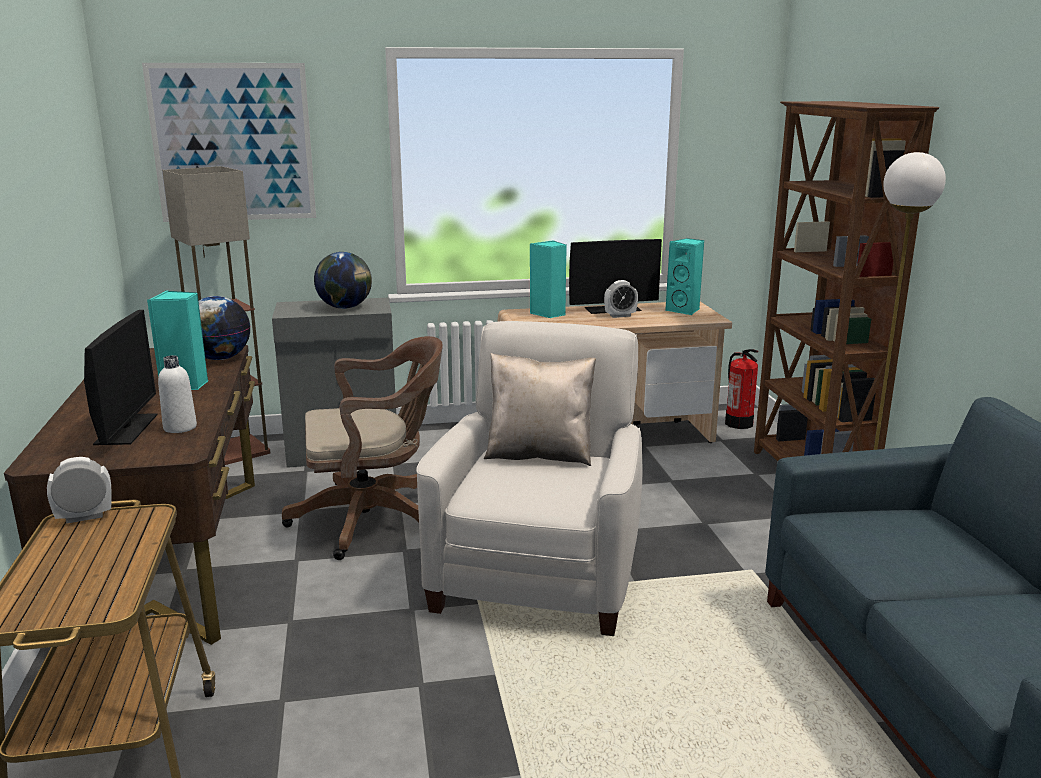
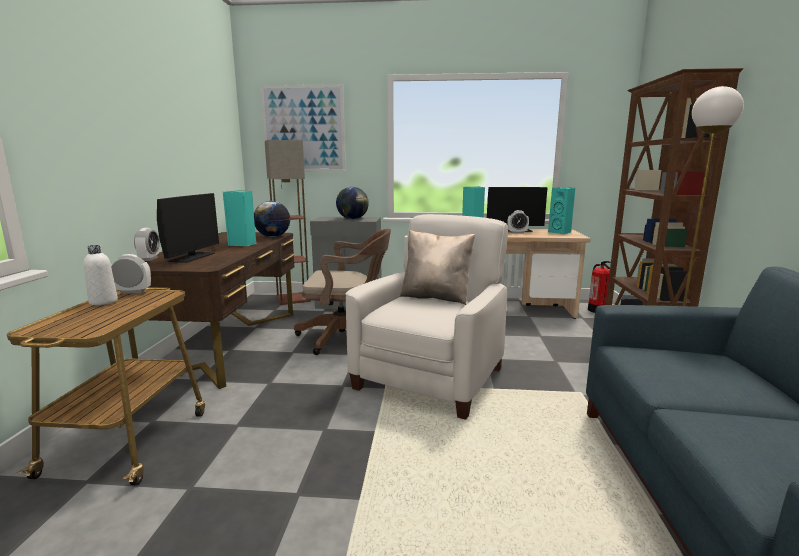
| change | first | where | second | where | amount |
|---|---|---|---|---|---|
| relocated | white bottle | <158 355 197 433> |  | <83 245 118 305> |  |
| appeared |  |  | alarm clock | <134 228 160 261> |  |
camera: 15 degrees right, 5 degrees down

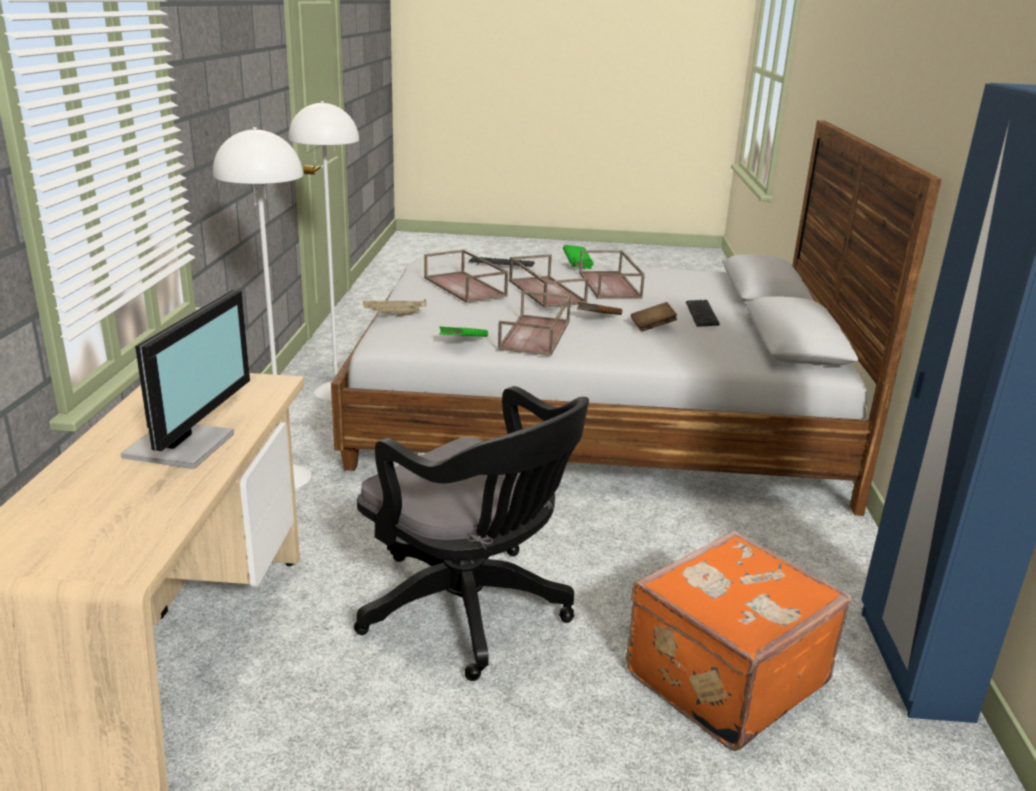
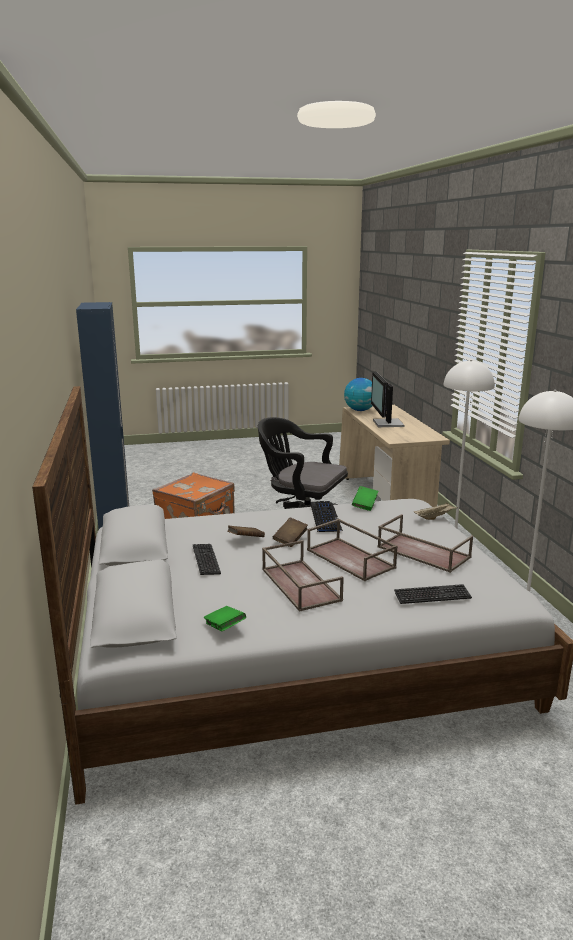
| change | first | where | second | where | amount |
|---|---|---|---|---|---|
| relocated | green book | <563 245 594 269> |  | <204 606 246 631> |  |
| exchanged | brown tray | <498 291 571 356> | keyboard | <310 501 343 532> |  |
| appeared |  |  | globe | <344 378 372 411> |  |
camera: 165 degrees right, 5 degrees down

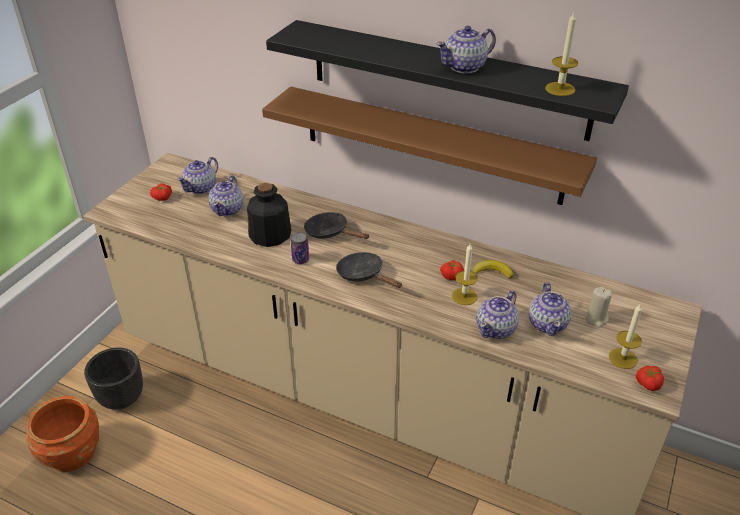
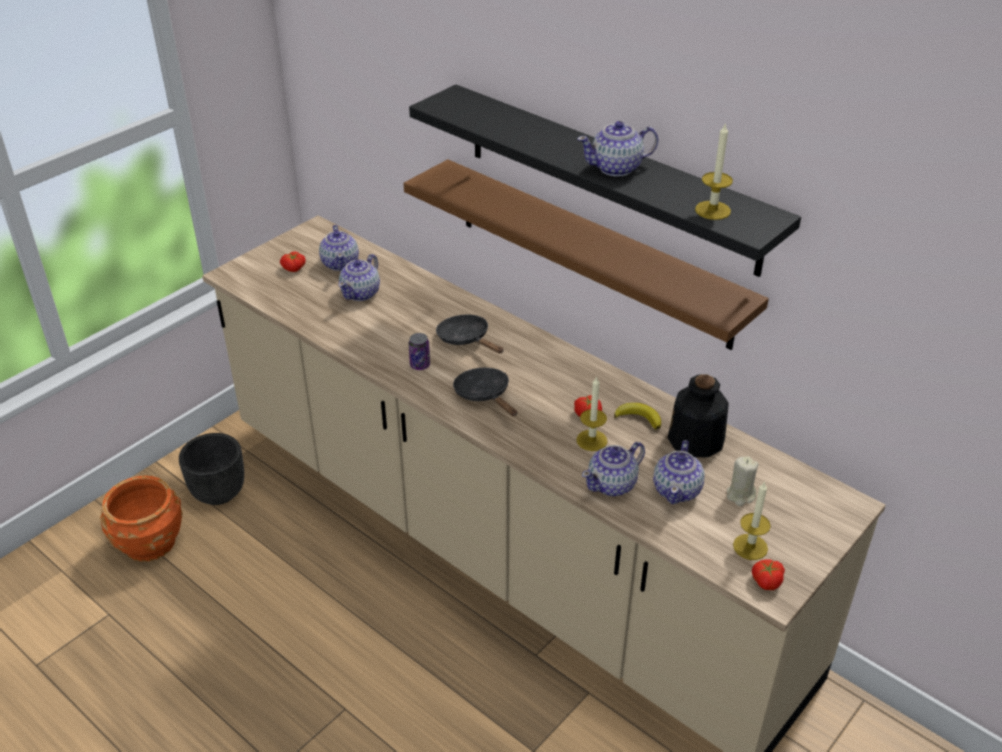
| change | first | where | second | where | amount |
|---|---|---|---|---|---|
| spun | teapot | <177 157 218 194> |  | <319 225 359 271> | 60 degrees counterclockwise |
| relocated | bottle | <247 183 291 247> |  | <668 374 729 457> |  |
camera: 15 degrees right, 0 degrees up

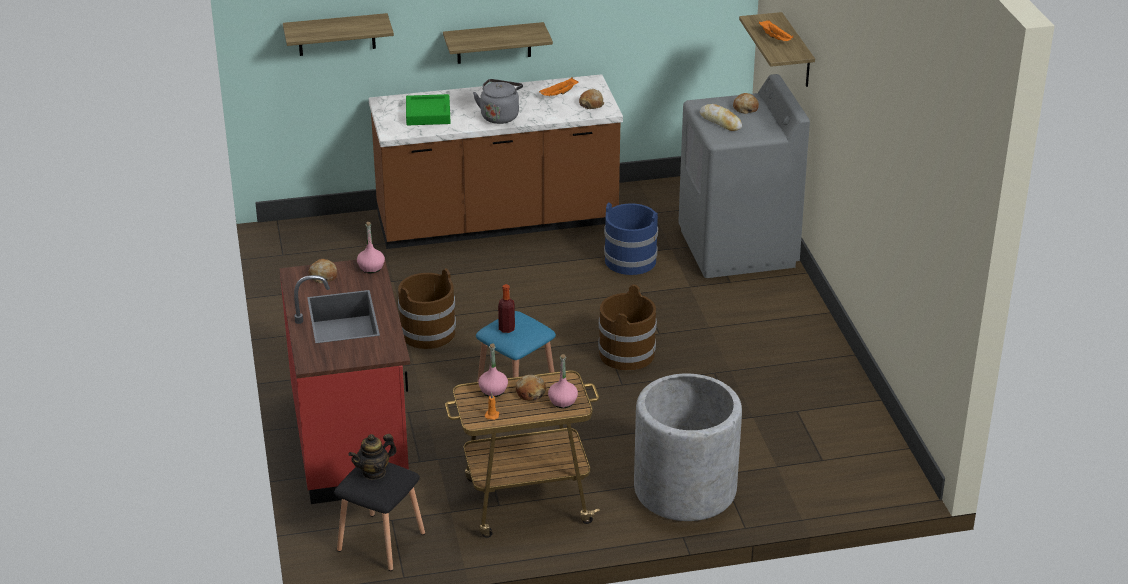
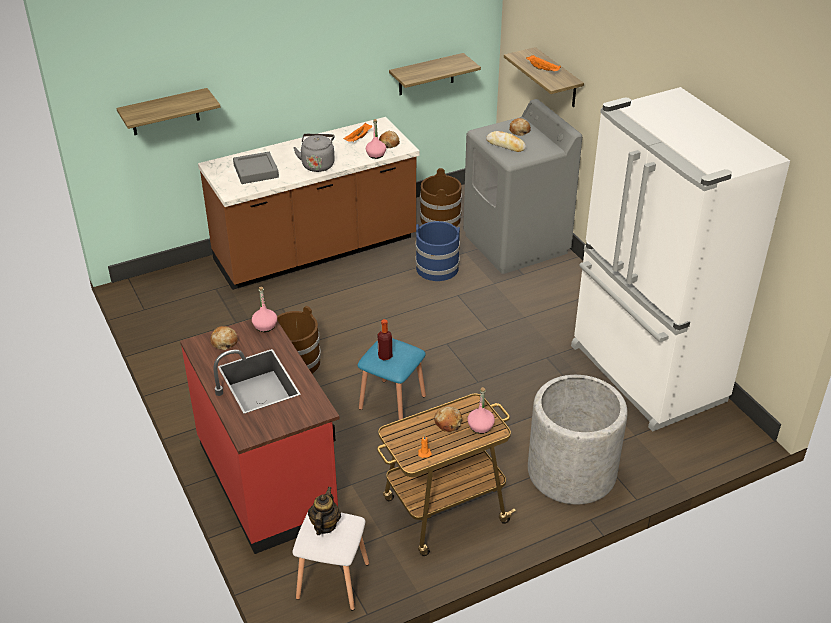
| change | first | where | second | where | amount |
|---|---|---|---|---|---|
| colour | green tray | <406 94 451 125> | grey tray | <233 152 279 184> |  |
| colour | black stool | <334 462 425 571> | white stool | <292 513 369 611> |  |
| spun | teapot | <348 434 397 480> |  | <308 487 341 535> | 150 degrees clockwise |
| relocated | pink bottle | <478 344 508 397> |  | <366 119 386 159> |  |
| relocated | shelf | <443 22 553 64> |  | <389 53 481 95> |  |
| relocated | brown bucket | <598 284 657 371> |  | <420 168 462 227> |  |
| appeared |  |  | white fridge | <571 87 790 432> |  |
camera: 15 degrees left, 5 degrees up

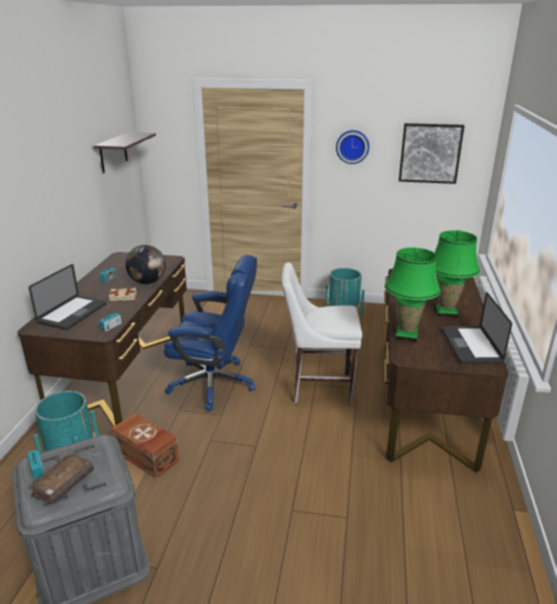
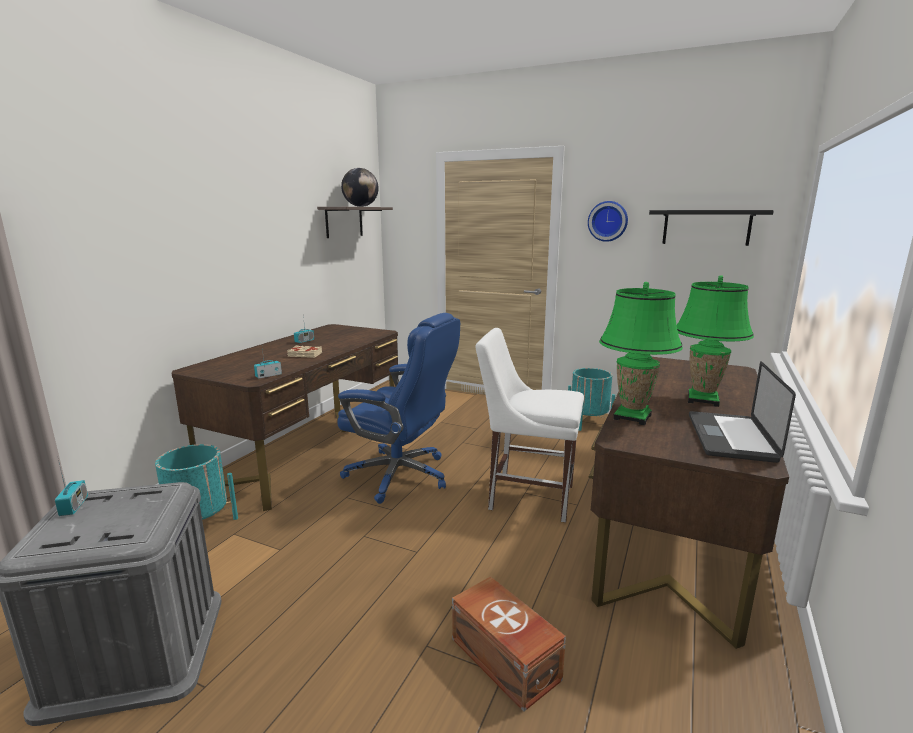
| change | first | where | second | where | amount |
|---|---|---|---|---|---|
| relocated | globe | <126 245 166 284> |  | <341 168 379 207> |  |
| relocated | brown storage box | <111 413 179 478> |  | <452 576 566 712> |  |
| exchanged | picture | <399 123 465 184> | black shelf | <649 210 774 246> |  |
| missing | brown book | <27 453 94 504> |  |  |  |
| missing | laptop | <29 264 106 330> |  |  |  |
camera: 15 degrees right, 10 degrees down

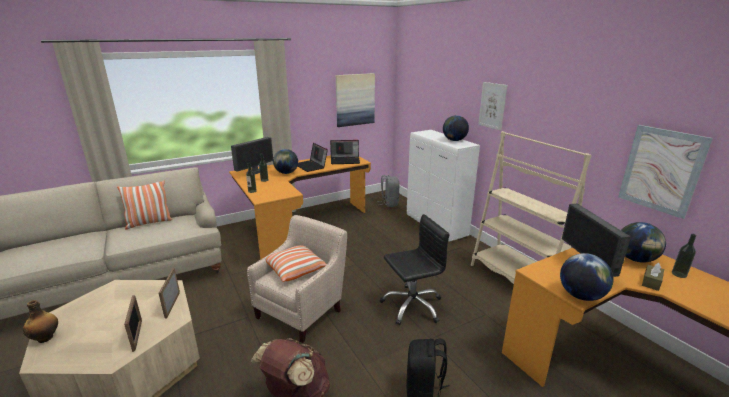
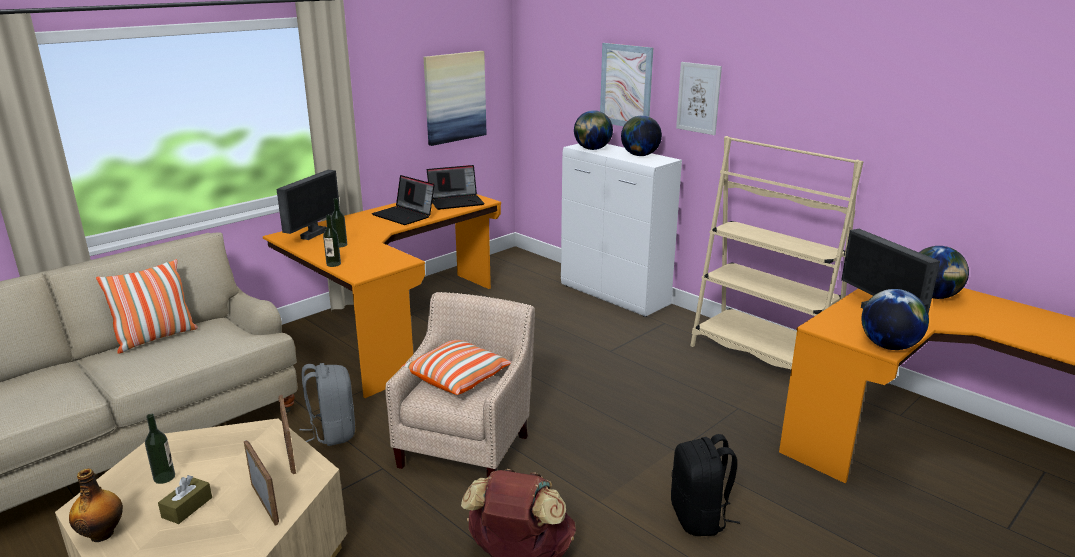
| change | first | where | second | where | amount |
|---|---|---|---|---|---|
| relocated | bottle | <672 234 697 278> |  | <145 414 175 484> |  |
| relocated | brown tissue box | <642 263 664 291> |  | <158 475 212 524> |  |
| relocated | grey backpack | <378 175 400 207> |  | <300 363 355 446> |  |
| relocated | globe | <273 149 298 174> |  | <574 110 613 150> |  |
| relocated | picture | <618 125 713 219> |  | <600 43 653 126> |  |
| missing | black office chair | <380 214 450 325> |  |  |  |
camera: 15 degrees left, 0 degrees up

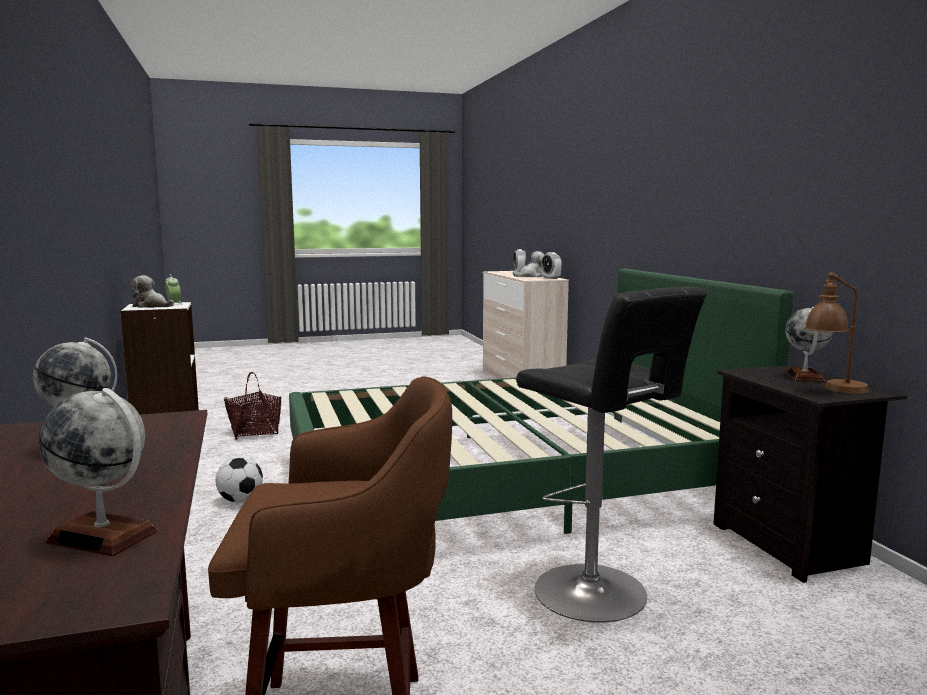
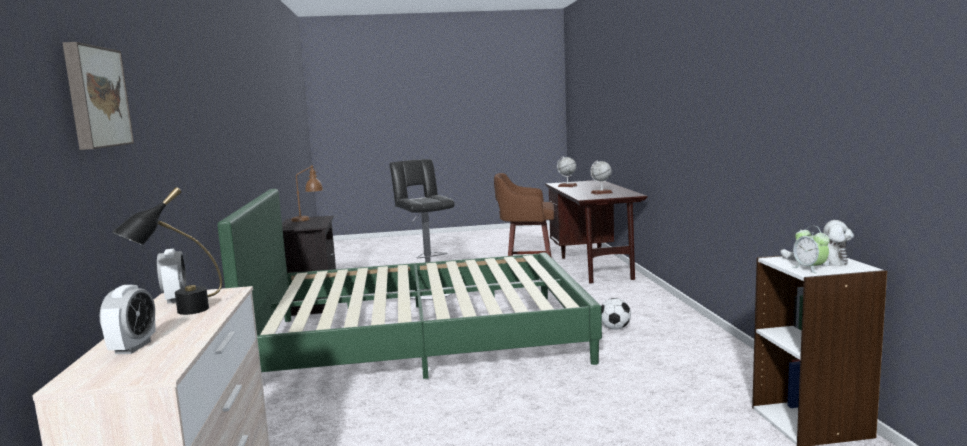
| change | first | where | second | where | amount |
|---|---|---|---|---|---|
| appeared |  |  | picture | <63 42 134 150> |  |
| exchanged | plush toy | <513 251 544 277> | black table lamp | <112 187 222 315> |  |
| missing | basket | <224 372 281 440> |  |  |  |
| missing | globe | <785 307 833 382> |  |  |  |
camera: 170 degrees left, 0 degrees up

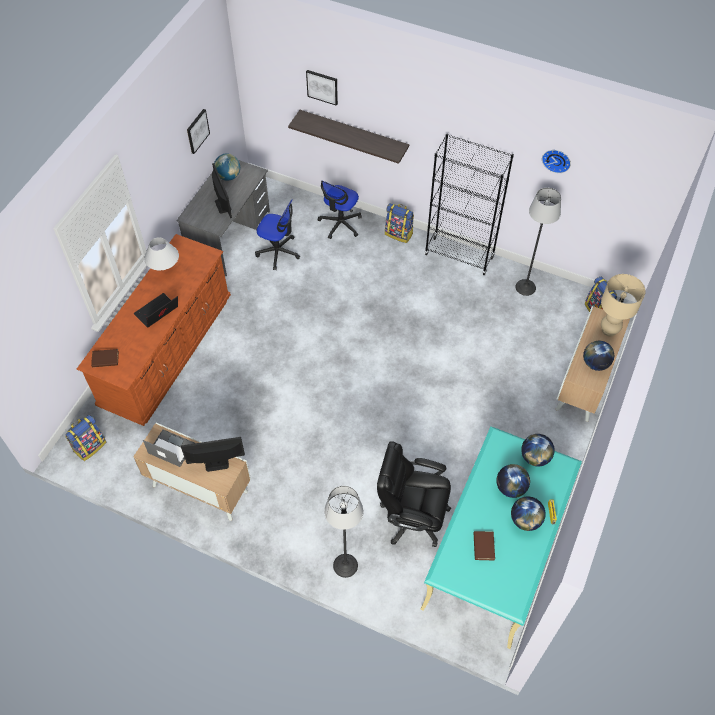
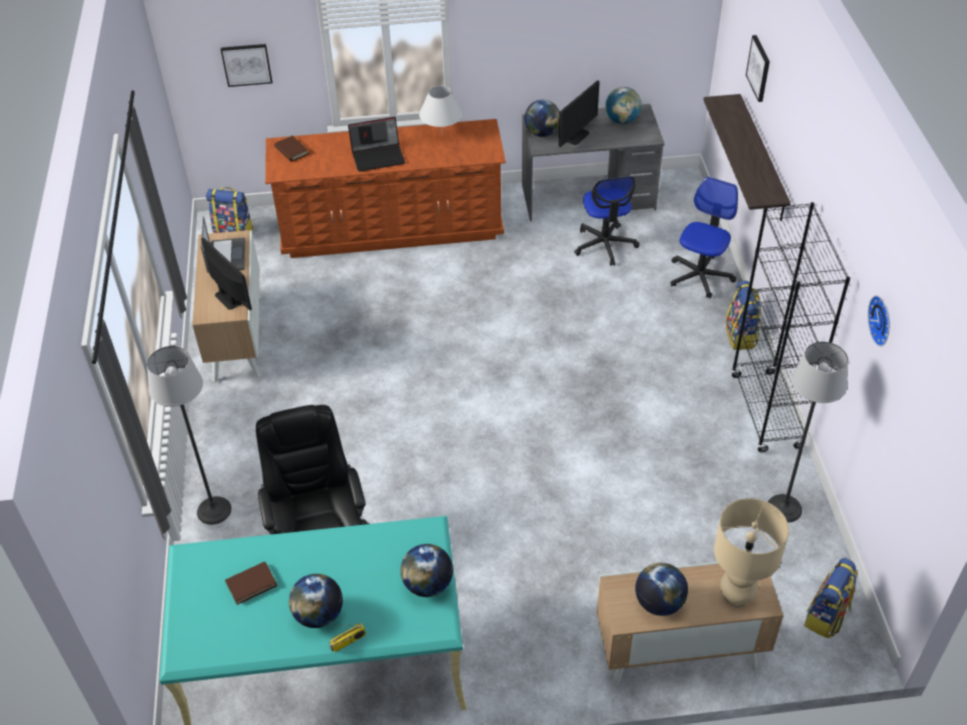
| change | first | where | second | where | amount |
|---|---|---|---|---|---|
| relocated | picture | <187 109 210 154> |  | <221 44 272 87> |  |
| spun | laptop | <134 293 178 327> |  | <348 117 405 172> | 150 degrees clockwise |
| relocated | globe | <496 464 530 498> |  | <525 100 560 137> |  |
| spun | office chair | <317 180 362 239> |  | <671 177 738 298> | 120 degrees clockwise |
camera: 60 degrees right, 10 degrees down

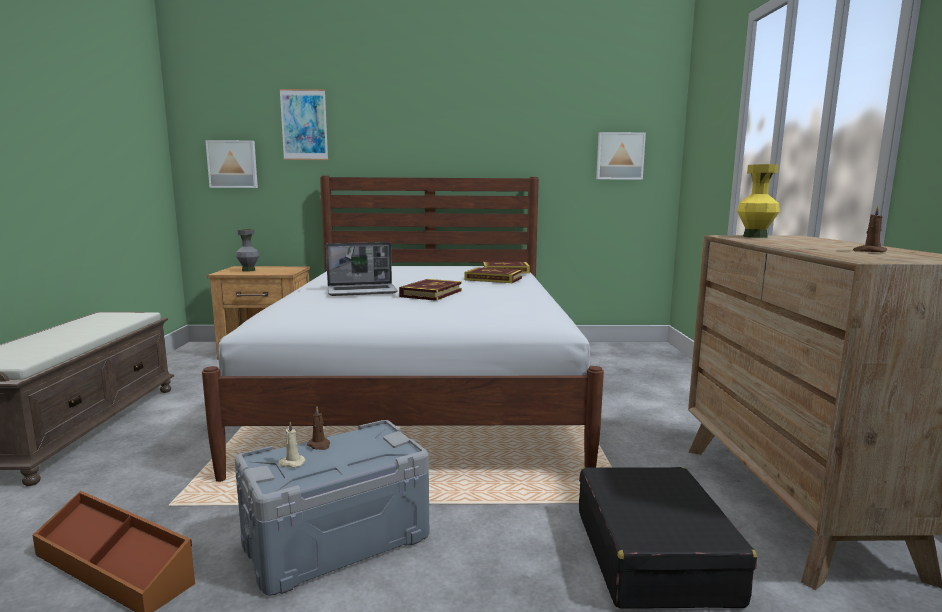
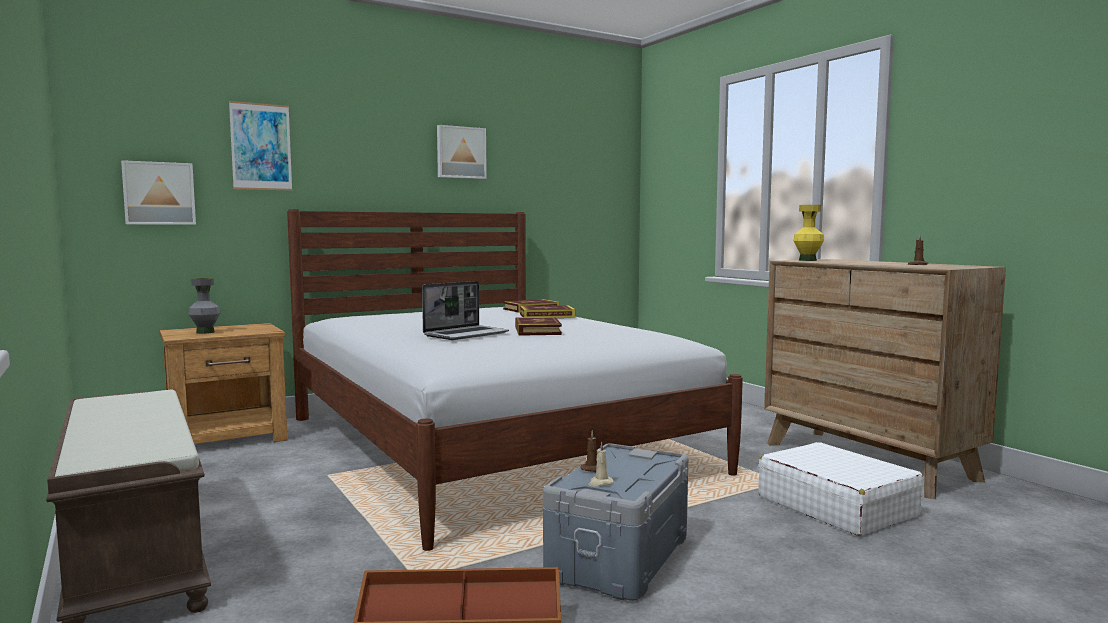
| change | first | where | second | where | amount |
|---|---|---|---|---|---|
| relocated | picture | <596 132 646 180> |  | <437 125 487 179> |  |
| colour | black suitcase | <579 467 757 609> | white suitcase | <758 442 924 536> |  |
camera: 30 degrees left, 5 degrees down

